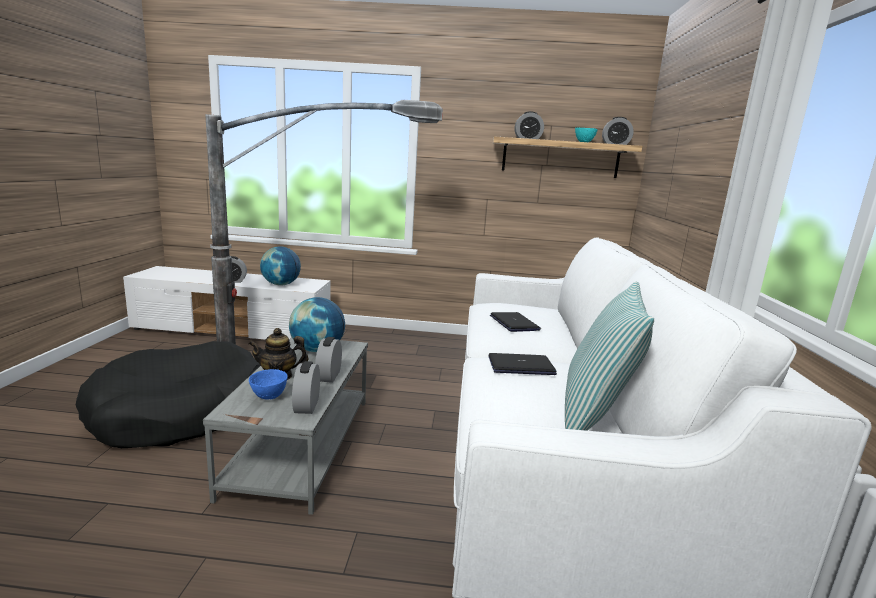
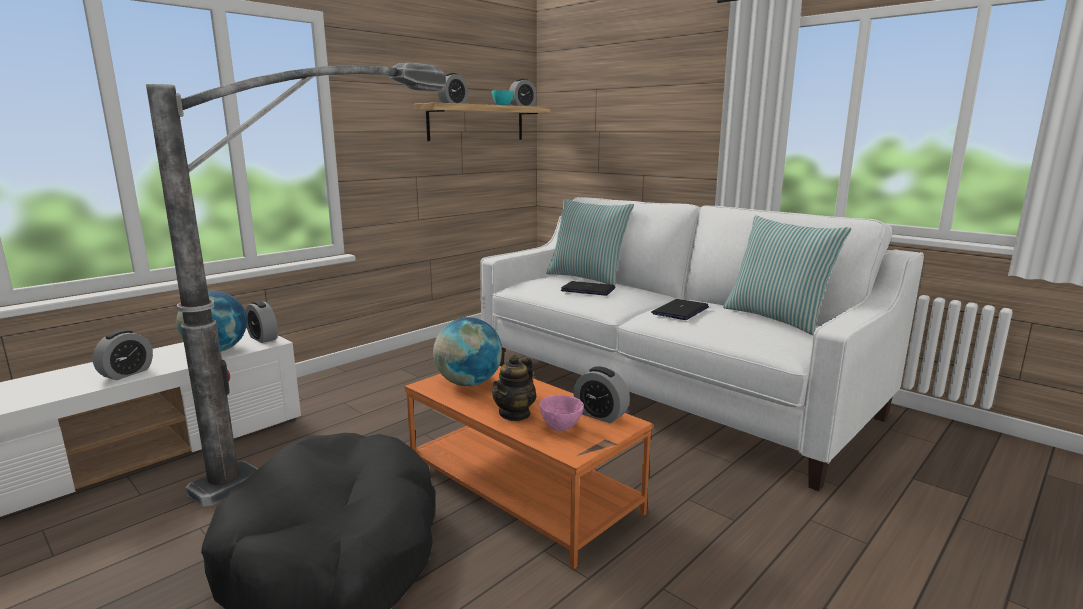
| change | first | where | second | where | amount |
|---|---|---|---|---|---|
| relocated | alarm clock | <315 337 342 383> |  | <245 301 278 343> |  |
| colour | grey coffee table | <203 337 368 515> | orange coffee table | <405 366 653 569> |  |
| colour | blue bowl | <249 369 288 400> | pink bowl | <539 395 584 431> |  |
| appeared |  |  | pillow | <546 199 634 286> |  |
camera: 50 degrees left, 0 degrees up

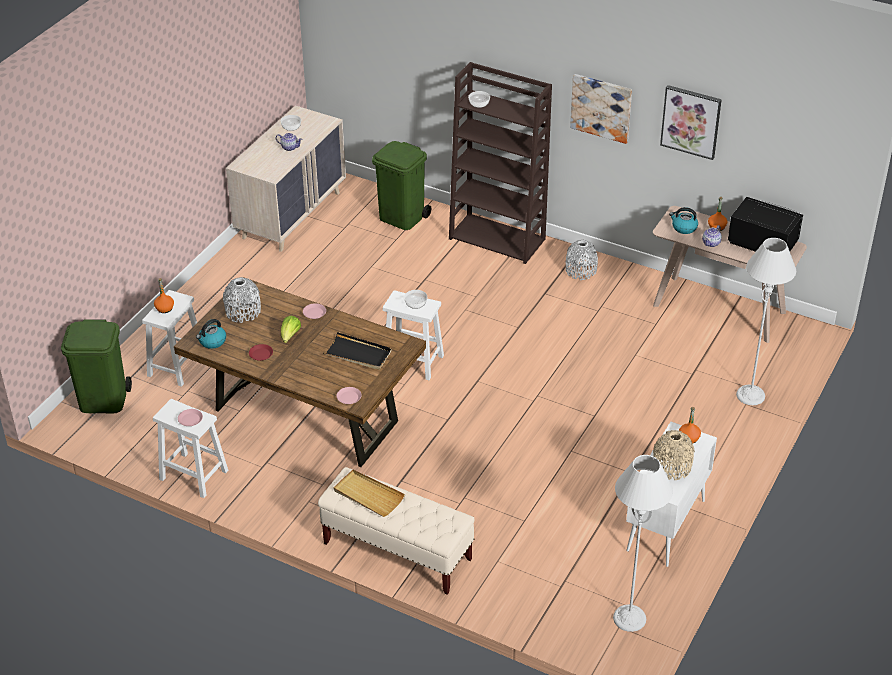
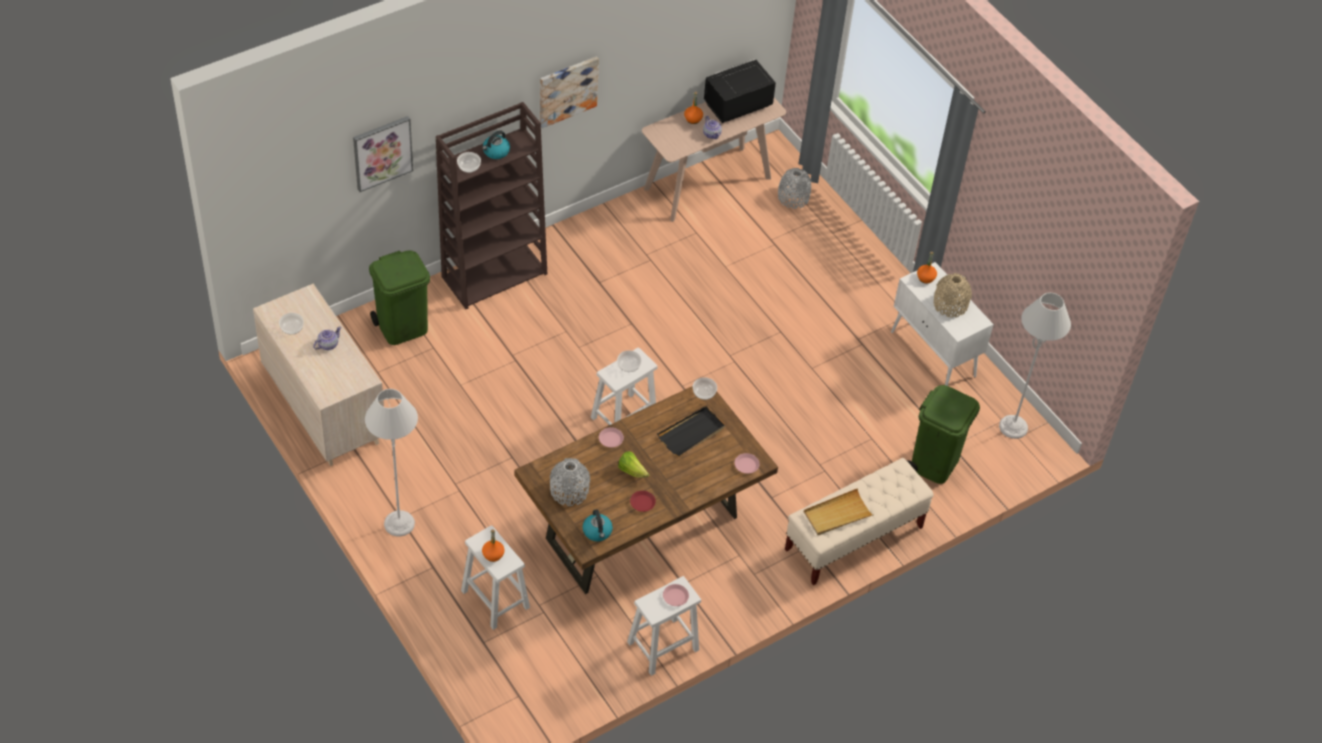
| change | first | where | second | where | amount |
|---|---|---|---|---|---|
| relocated | picture | <660 85 722 160> |  | <353 116 413 192> |  |
| relocated | grey floor lamp | <736 238 796 405> |  | <365 389 418 536> |  |
| relocated | kettle | <669 207 698 234> |  | <482 130 510 159> |  |
| appeared |  |  | bowl | <693 377 717 400> |  |
| relocated | grey vase | <566 240 598 280> |  | <778 168 812 209> |  |
| relocated | green trash can | <61 319 132 413> |  | <907 385 980 484> |  |
camera: 65 degrees left, 10 degrees up

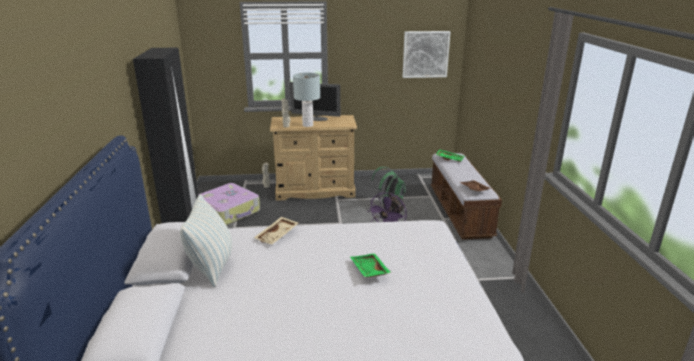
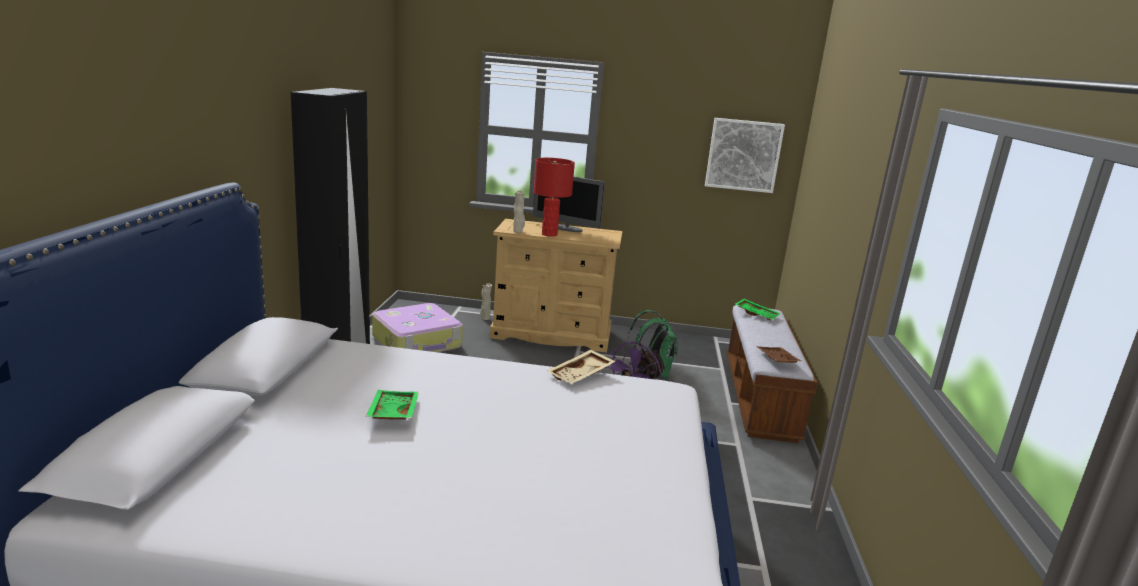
| change | first | where | second | where | amount |
|---|---|---|---|---|---|
| relocated | green tray | <350 253 391 277> |  | <366 390 419 420> |  |
| colour | grey table lamp | <293 73 320 127> | red table lamp | <533 158 575 237> |  |
| relocated | beige tray | <254 217 298 244> |  | <547 350 616 384> |  |
| missing | pillow | <180 194 232 287> |  |  |  |
camera: 10 degrees right, 5 degrees down

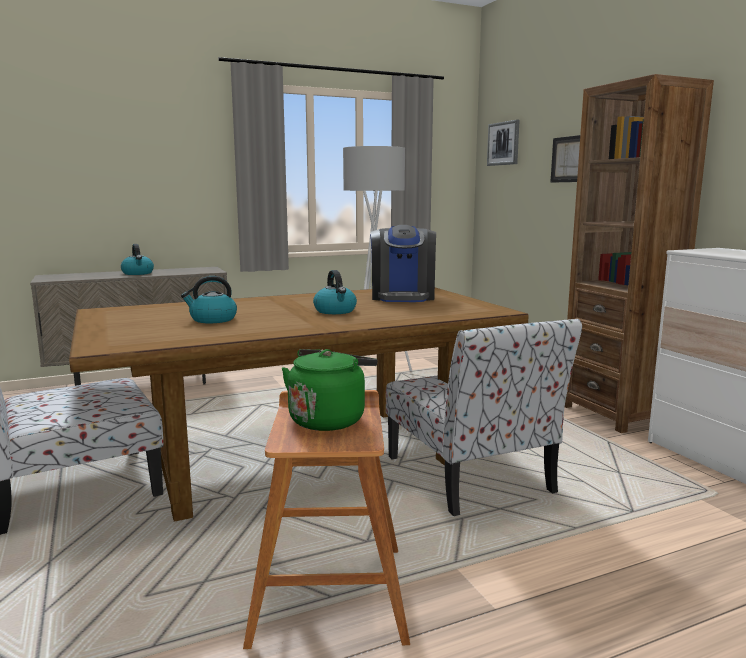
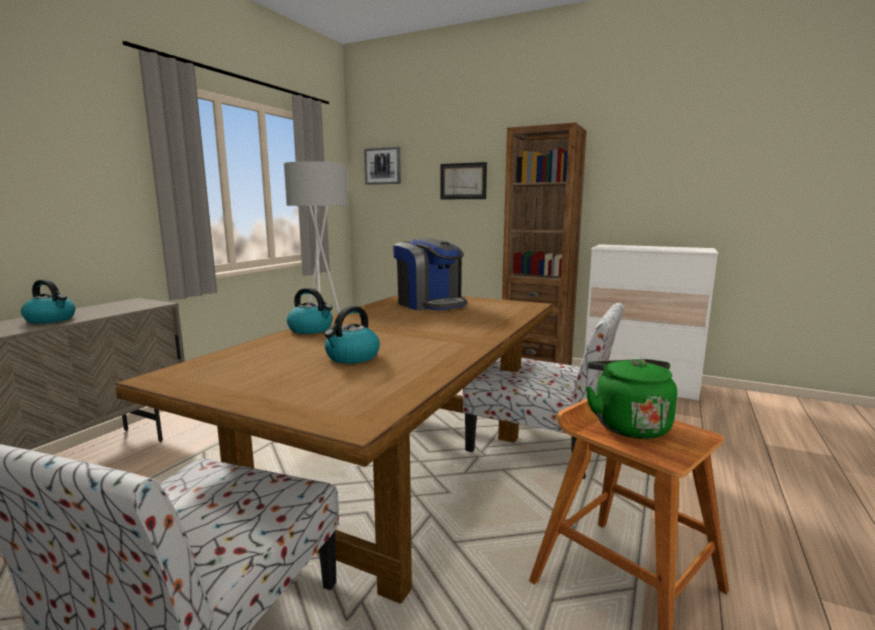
| change | first | where | second | where | amount |
|---|---|---|---|---|---|
| relocated | kettle | <313 270 357 314> |  | <287 288 333 334> |  |
camera: 40 degrees left, 0 degrees up

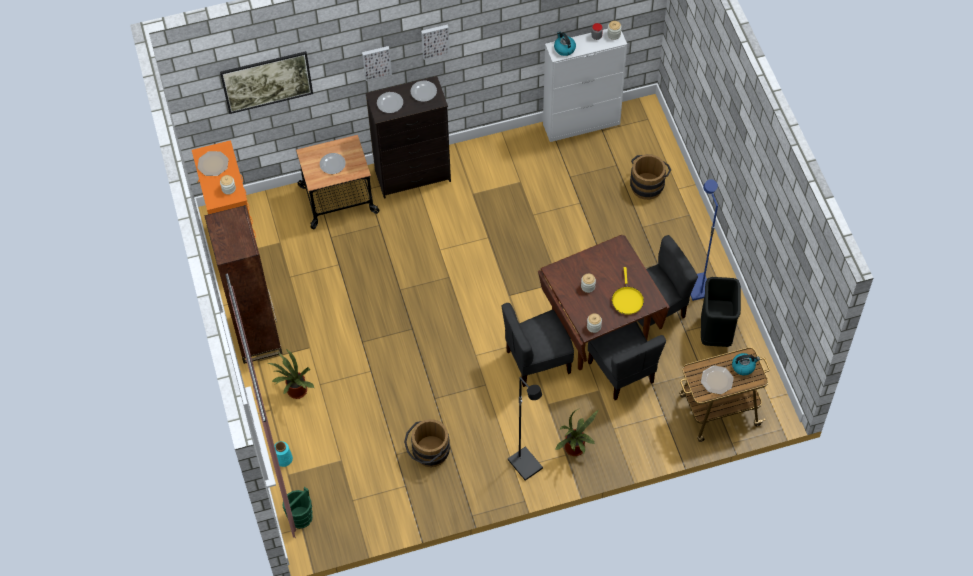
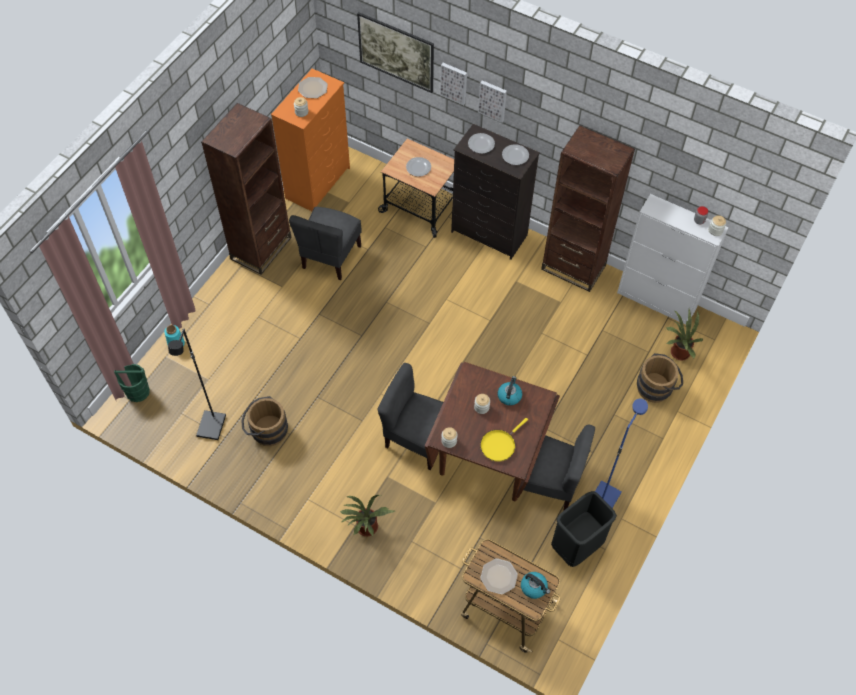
| change | first | where | second | where | amount |
|---|---|---|---|---|---|
| relocated | black floor lamp | <508 377 543 481> |  | <168 328 226 440> |  |
| relocated | grey chair | <588 321 666 400> |  | <289 207 361 280> |  |
| relocated | picture | <421 24 450 60> |  | <440 63 467 105> |  |
| relocated | kettle | <554 31 576 56> |  | <497 376 522 406> |  |
| appeared |  |  | brown bookcase | <541 126 635 292> |  |
| relocated | potted plant | <267 348 314 399> |  | <666 309 703 361> |  |
camera: 45 degrees right, 0 degrees up

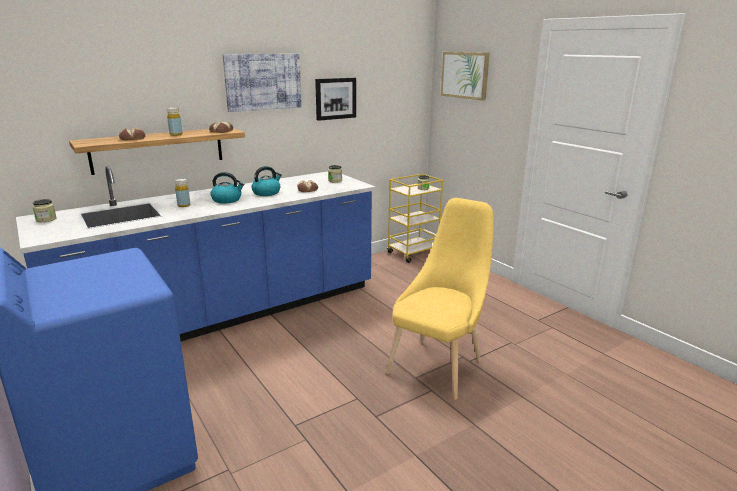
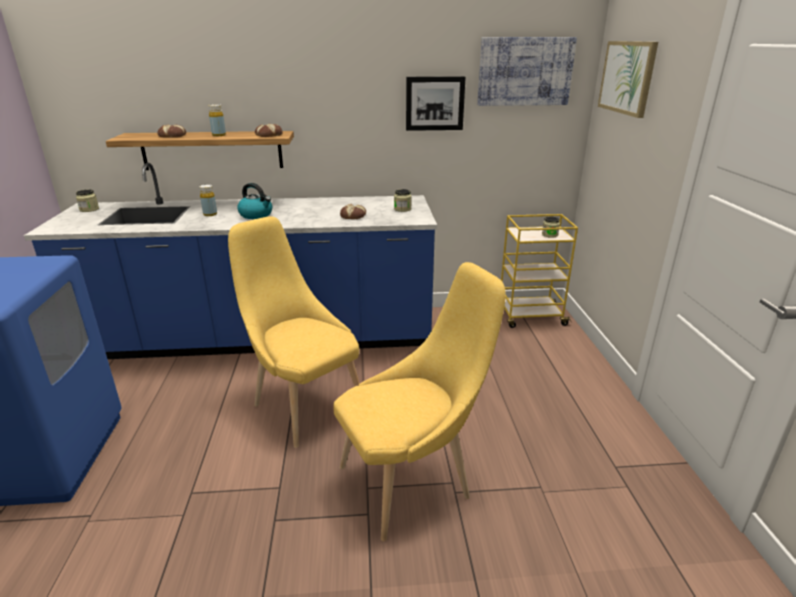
| change | first | where | second | where | amount |
|---|---|---|---|---|---|
| appeared |  |  | yellow chair | <228 216 360 448> |  |
| relocated | picture | <223 54 302 112> |  | <477 37 577 106> |  |
| missing | kettle | <251 166 282 196> |  |  |  |
camera: 30 degrees right, 5 degrees up

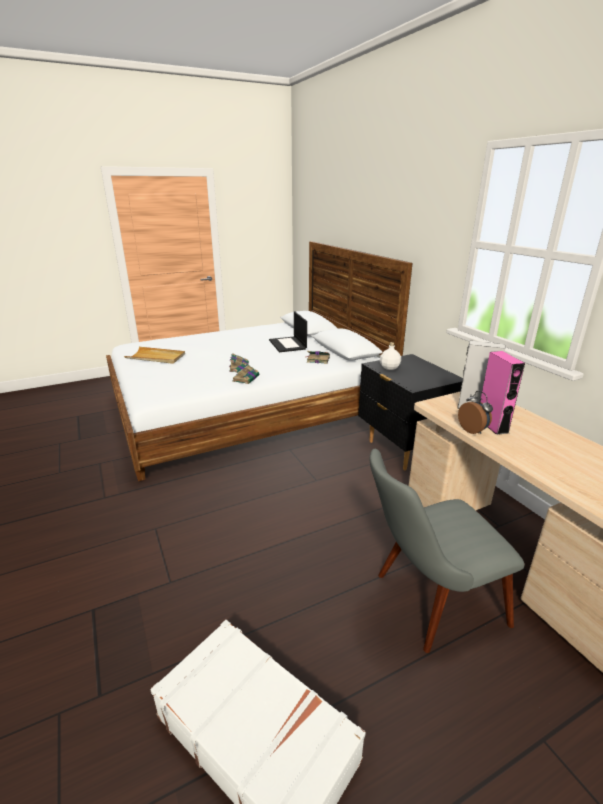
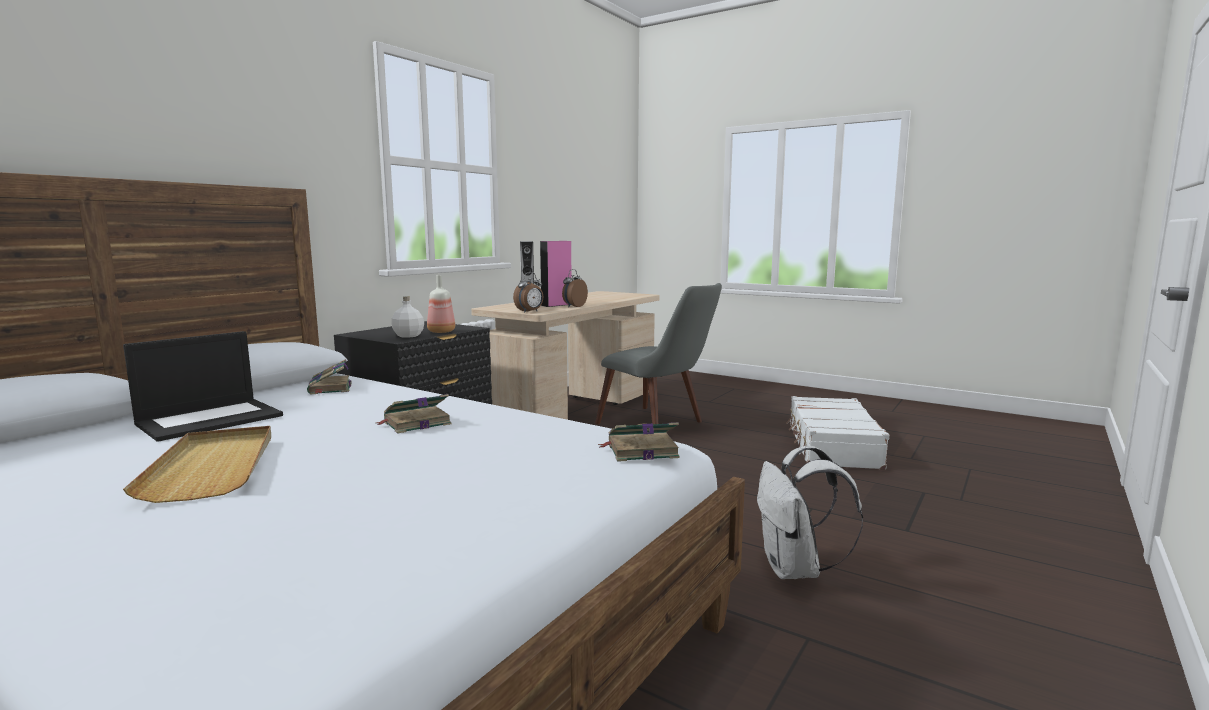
| change | first | where | second | where | amount |
|---|---|---|---|---|---|
| relocated | beige tray | <124 347 185 364> |  | <123 426 271 503> |  |
| appeared |  |  | bottle | <427 275 455 333> |  |
| appeared |  |  | alarm clock | <513 272 543 313> |  |
| relocated | book | <232 362 259 384> |  | <598 422 679 462> |  |
| appeared |  |  | white backpack | <757 446 863 579> |  |
camera: 120 degrees left, 15 degrees down

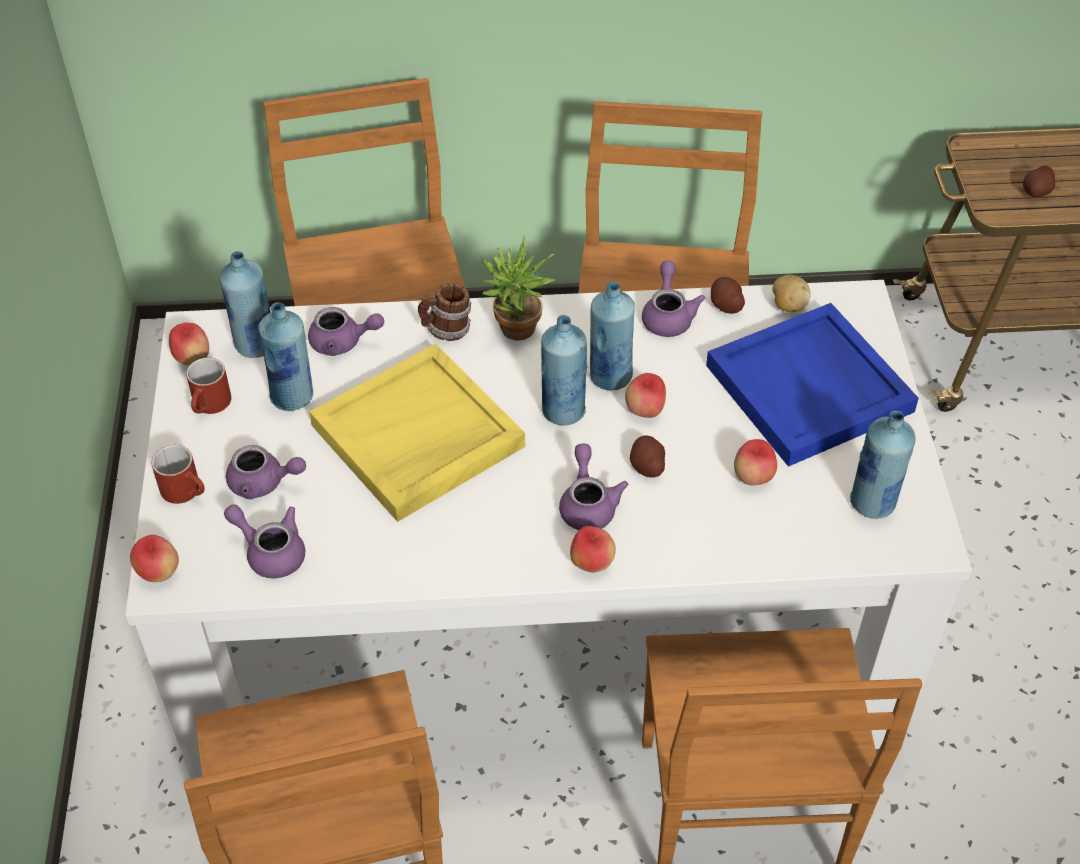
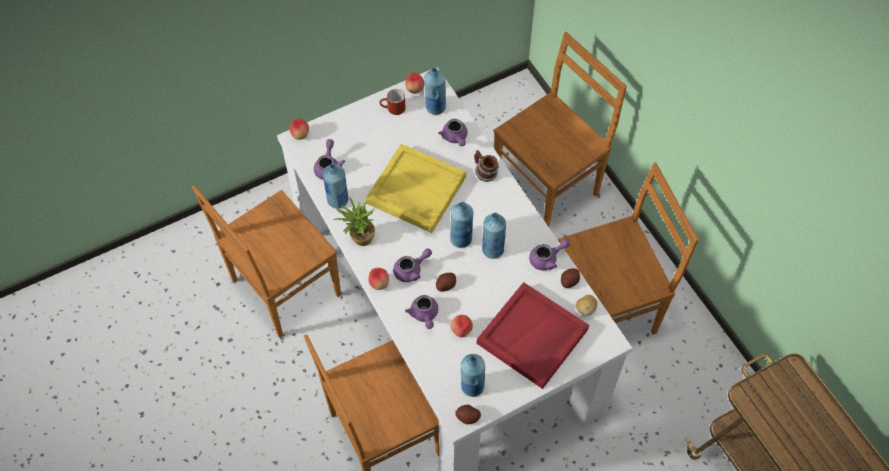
| change | first | where | second | where | amount |
|---|---|---|---|---|---|
| relocated | blue bottle | <258 302 313 411> |  | <323 163 348 209> |  |
| relocated | potted plant | <481 236 556 341> |  | <334 197 375 246> |  |
| relocated | purple teapot | <226 445 306 499> |  | <405 295 438 329> |  |
| relocated | potato | <1023 166 1055 198> |  | <455 405 481 424> |  |
| colour | blue tray | <706 303 919 467> | red tray | <477 282 589 389> |  |
| missing | red mug | <152 445 205 504> |  |  |  |
| missing | apple | <625 373 666 418> |  |  |  |
camera: 65 degrees right, 10 degrees up

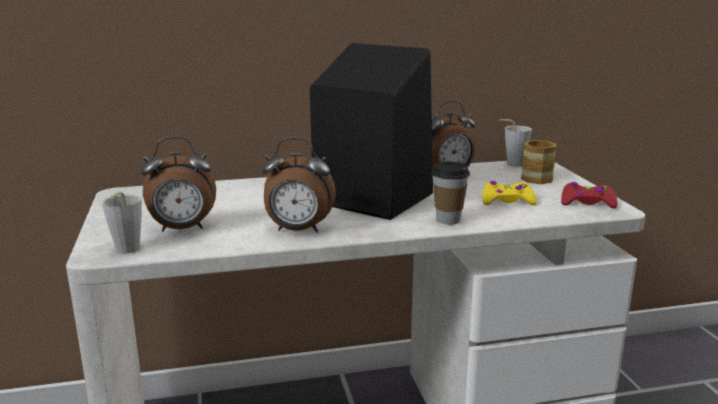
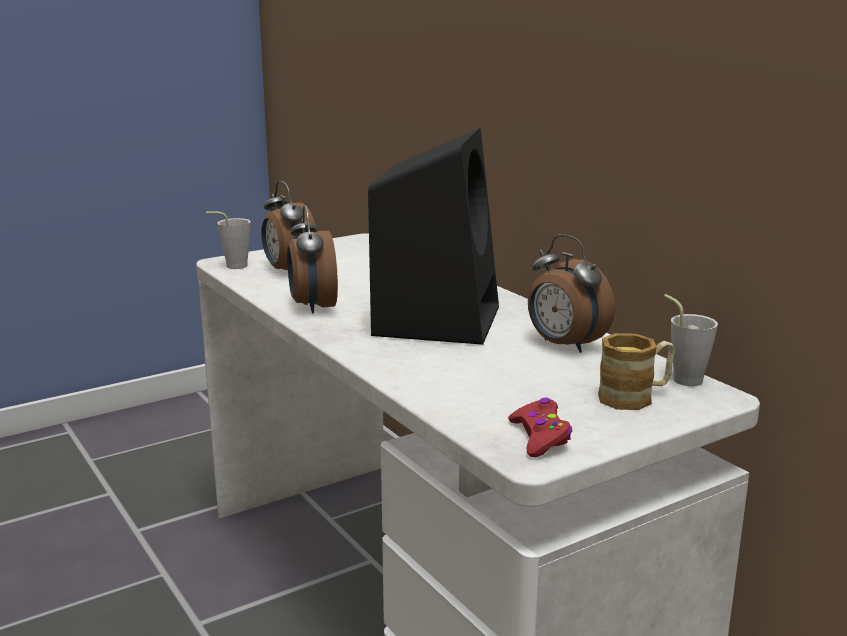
| change | first | where | second | where | amount |
|---|---|---|---|---|---|
| missing | cup | <431 162 470 225> |  |  |  |
| missing | yellow game controller | <482 181 537 205> |  |  |  |
camera: 70 degrees right, 0 degrees up

